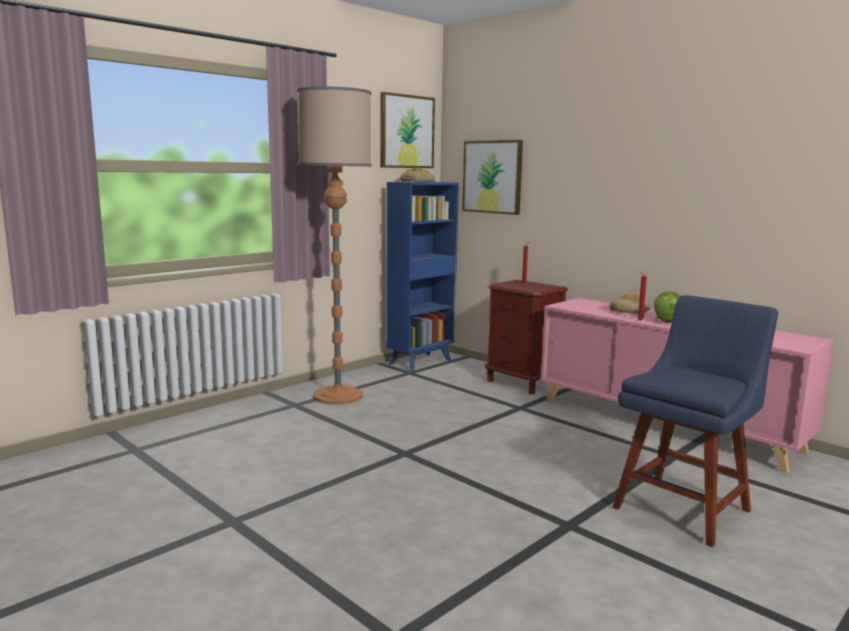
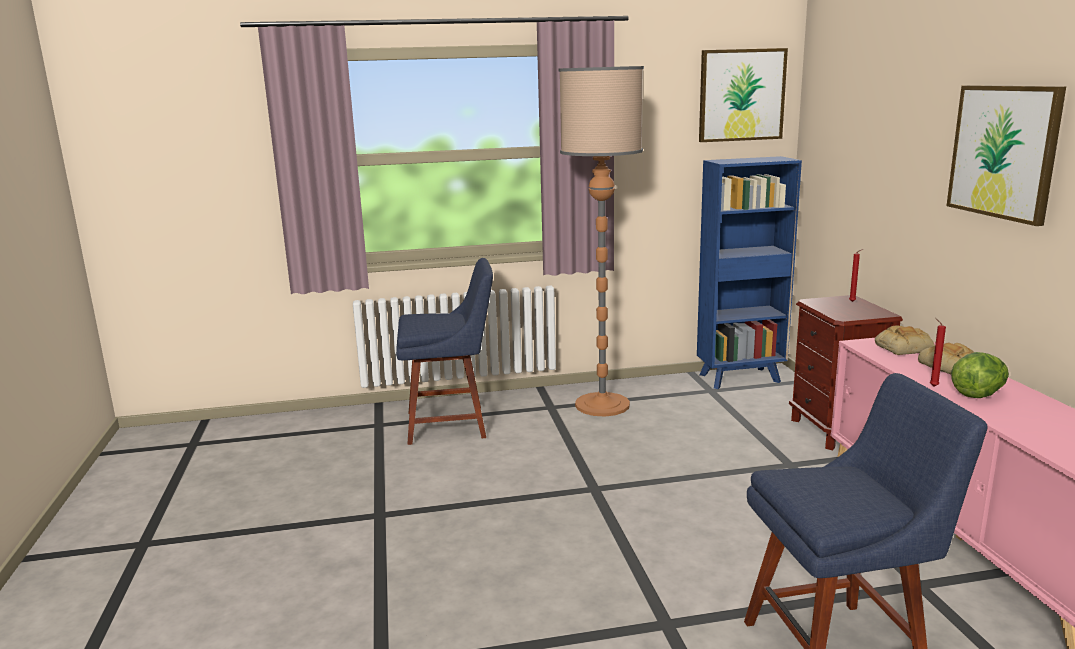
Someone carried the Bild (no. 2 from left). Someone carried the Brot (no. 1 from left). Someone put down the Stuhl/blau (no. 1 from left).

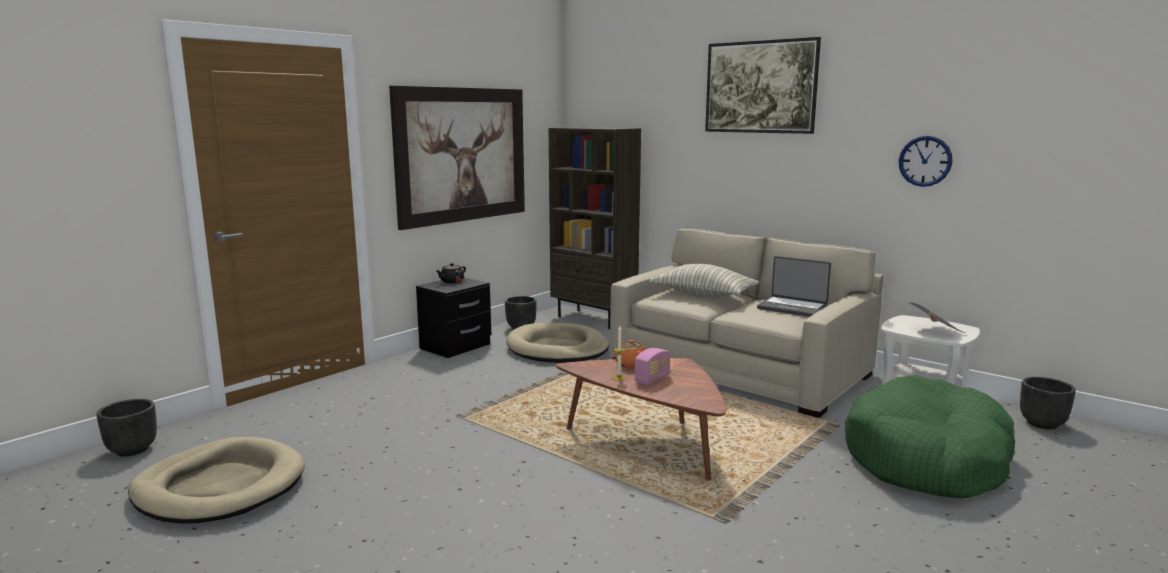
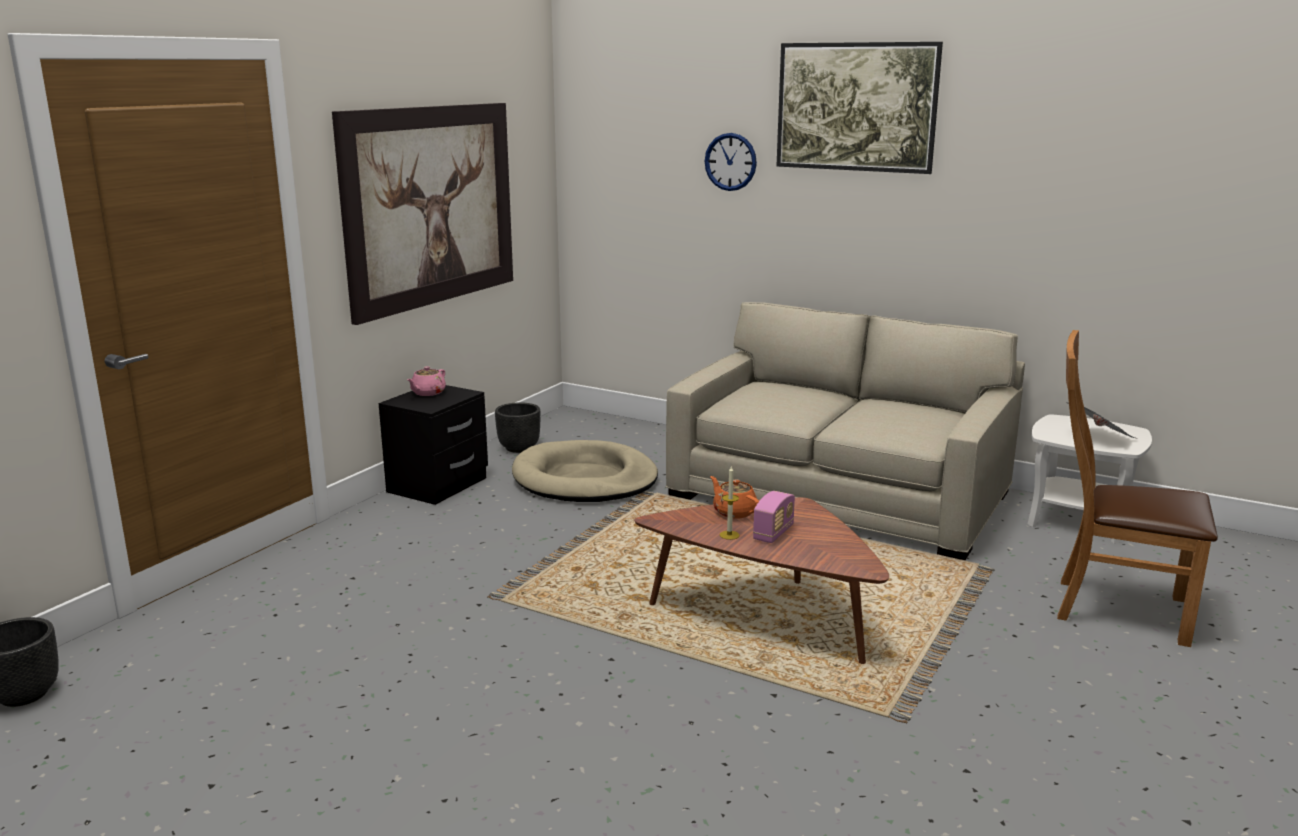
Someone took away the Bücherregal/braun. Someone carried the Wanduhr. Someone took away the Laptop. Someone repainted the Teekanne/schwarz, which became the Teekanne/rosa. Someone took away the Kissen. Someone swapped the Hundebett/grün for the Stuhl/braun. Someone took away the Pflanzkübel/schwarz (no. 3 from left). Someone took away the Hundebett/beige (no. 1 from left).

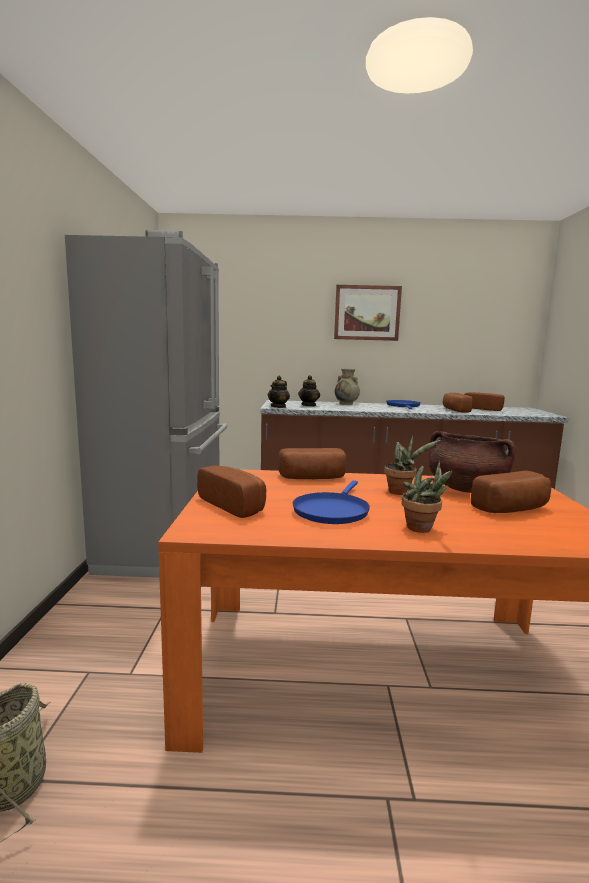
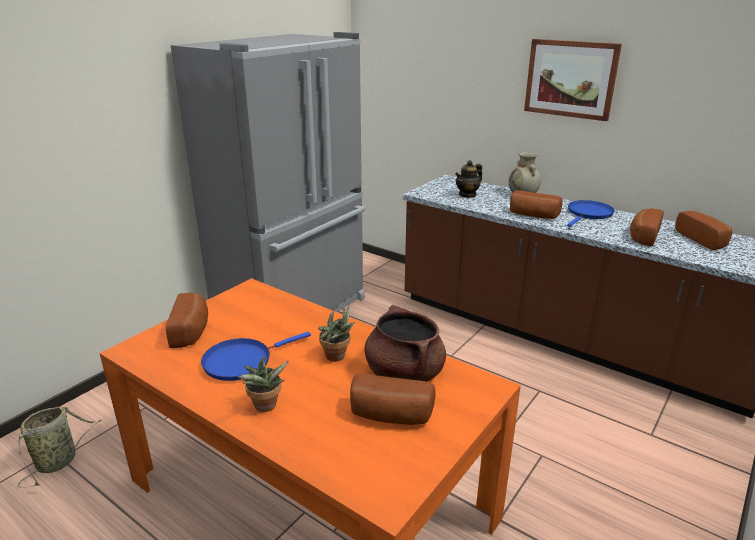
Someone took away the Teekanne (no. 1 from left). Someone carried the Brot (no. 2 from left in the first image).

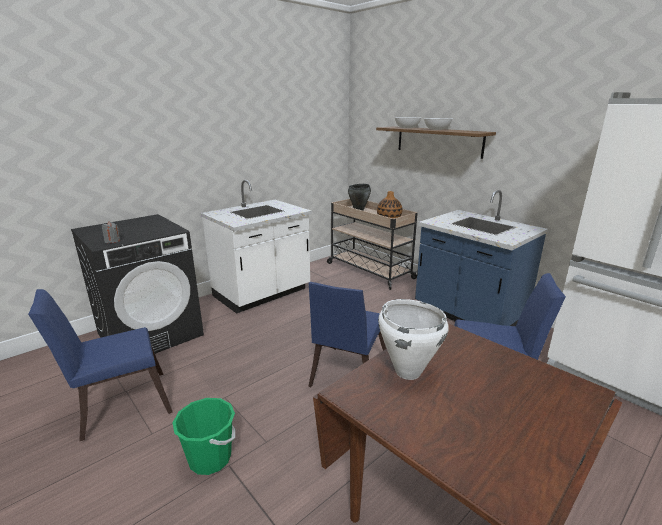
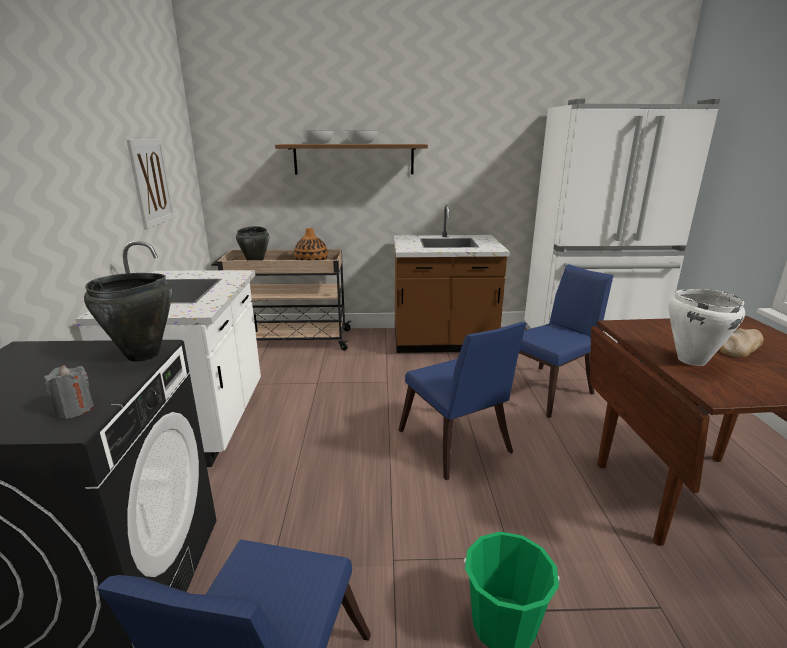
Someone repainted the Küchenzeile/blau, which became the Küchenzeile/braun. Someone put up the Bild. Someone put down the Kochtopf/schwarz (no. 1 from left). Someone put down the Brot.

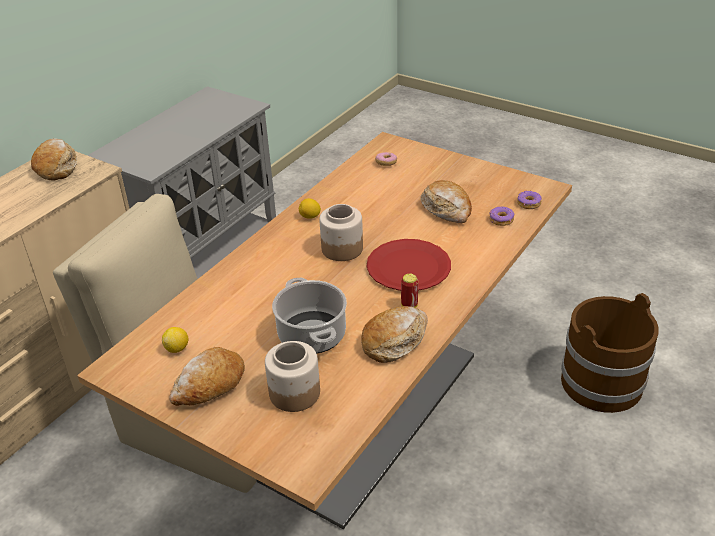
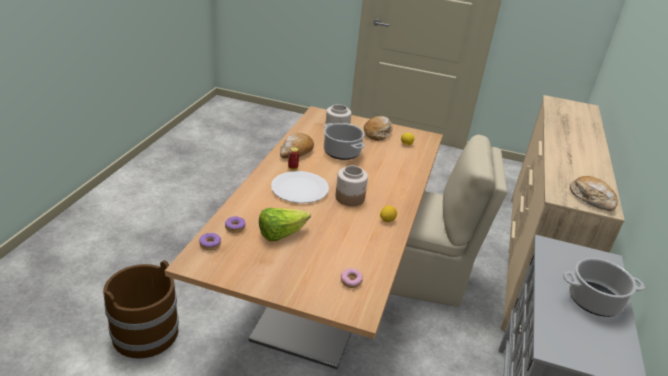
Someone swapped the Brot (no. 4 from left) for the Salatkopf. Someone repainted the Teller/rot, which became the Teller/weiß. Someone put down the Kochtopf (no. 2 from left).

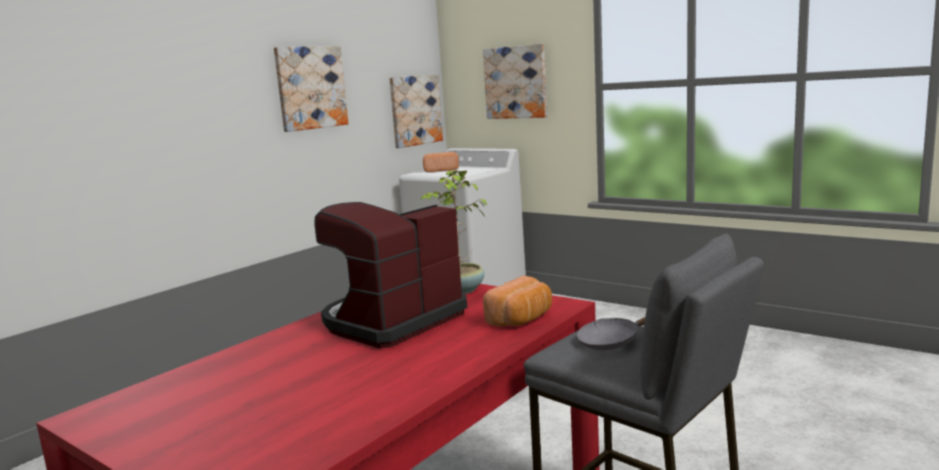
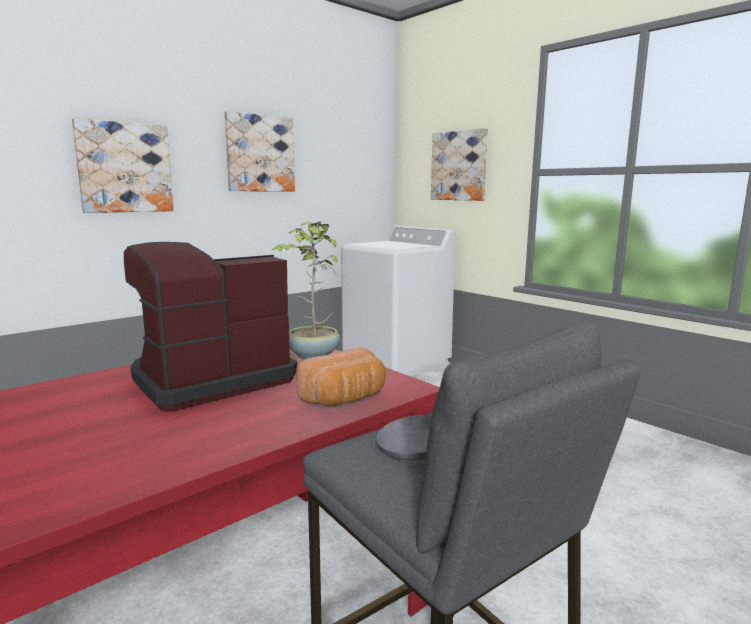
Someone carried the Bild (no. 2 from left in the first image). Someone took away the Brot (no. 1 from left).

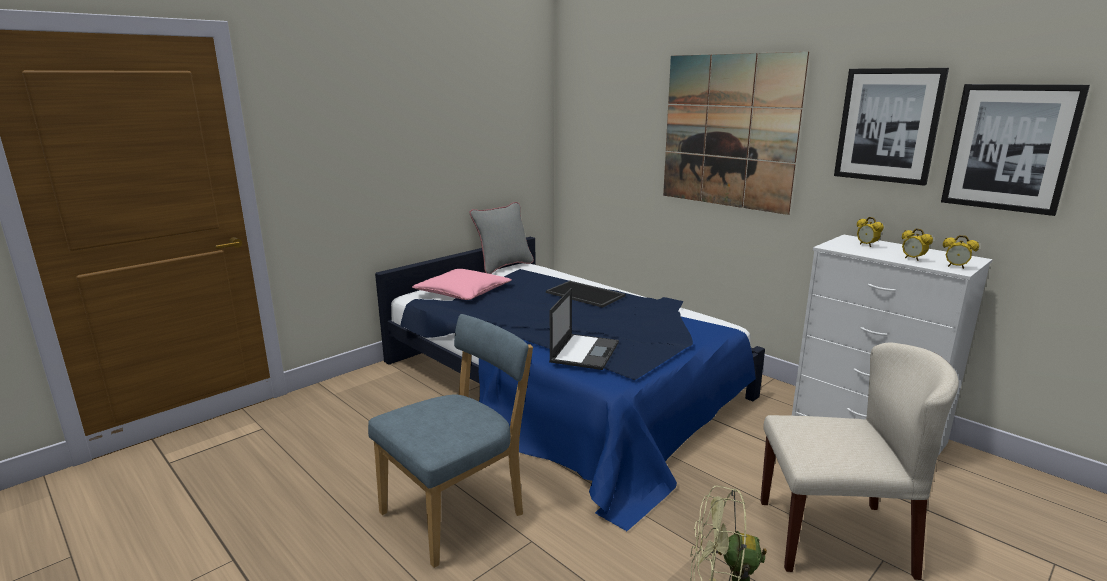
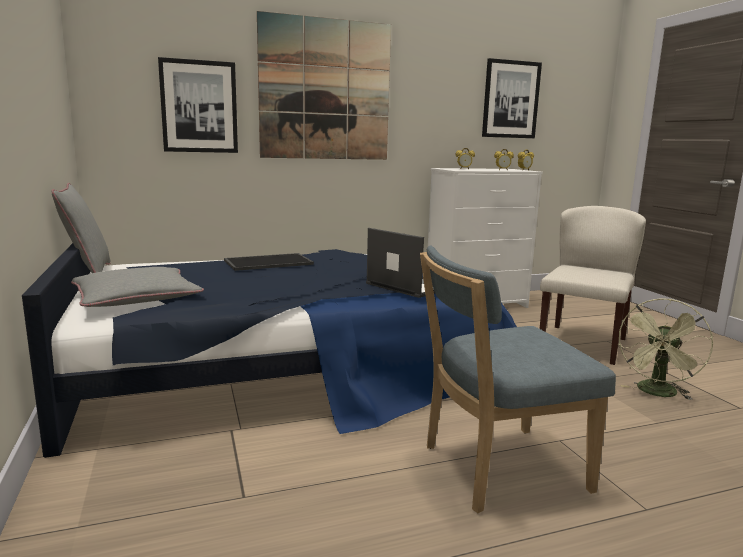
Someone carried the Bild (no. 2 from left in the first image). Someone repainted the Kissen/rosa, which became the Kissen/grau (no. 2 from left). Someone rotated the Stuhl/blau by 90 degrees counterclockwise.

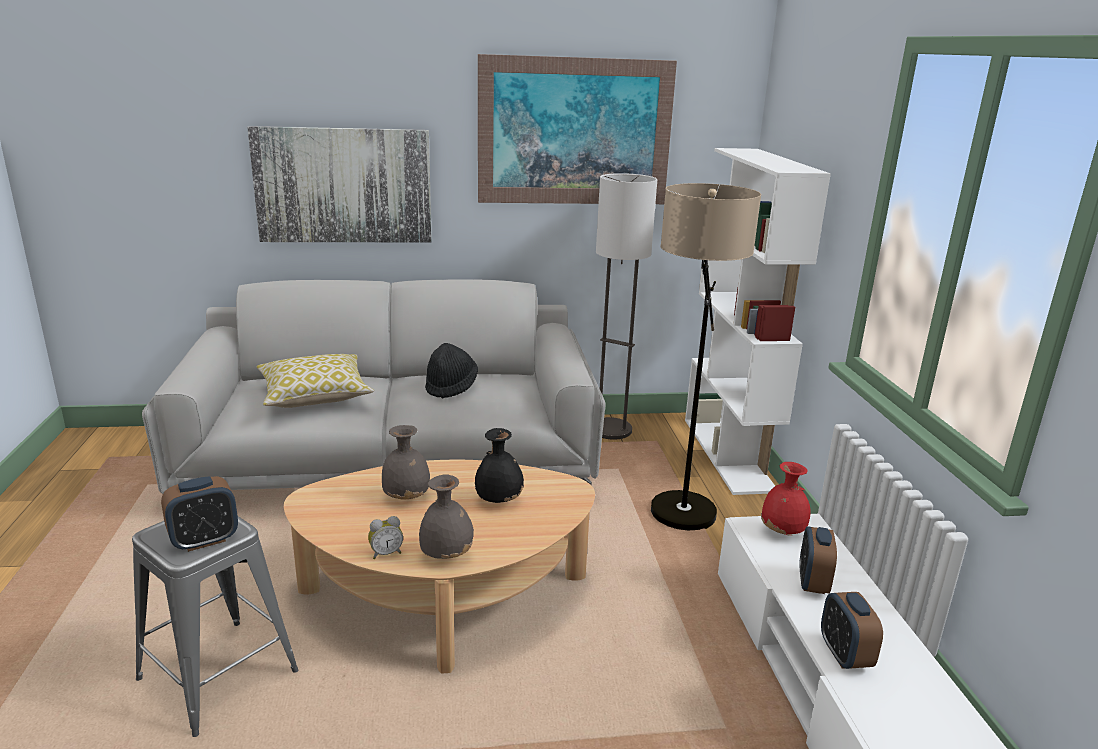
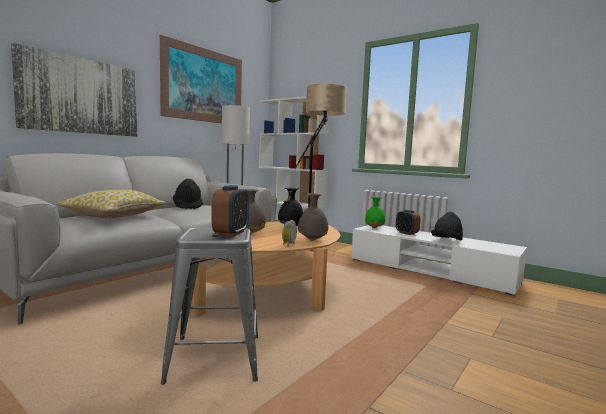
Someone repainted the Vase/rot, which became the Vase/grün. Someone swapped the Wecker (no. 4 from left) for the Hut/schwarz (no. 2 from left).

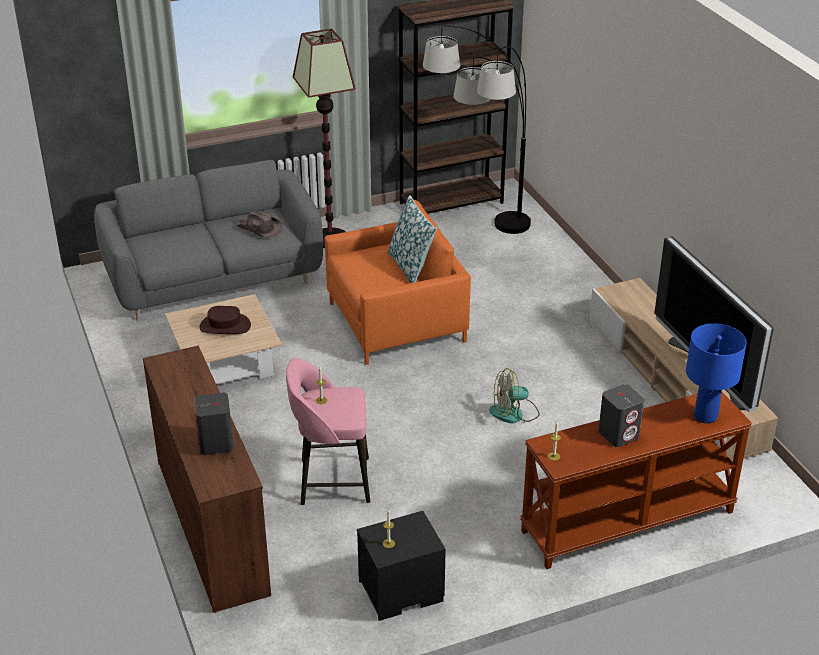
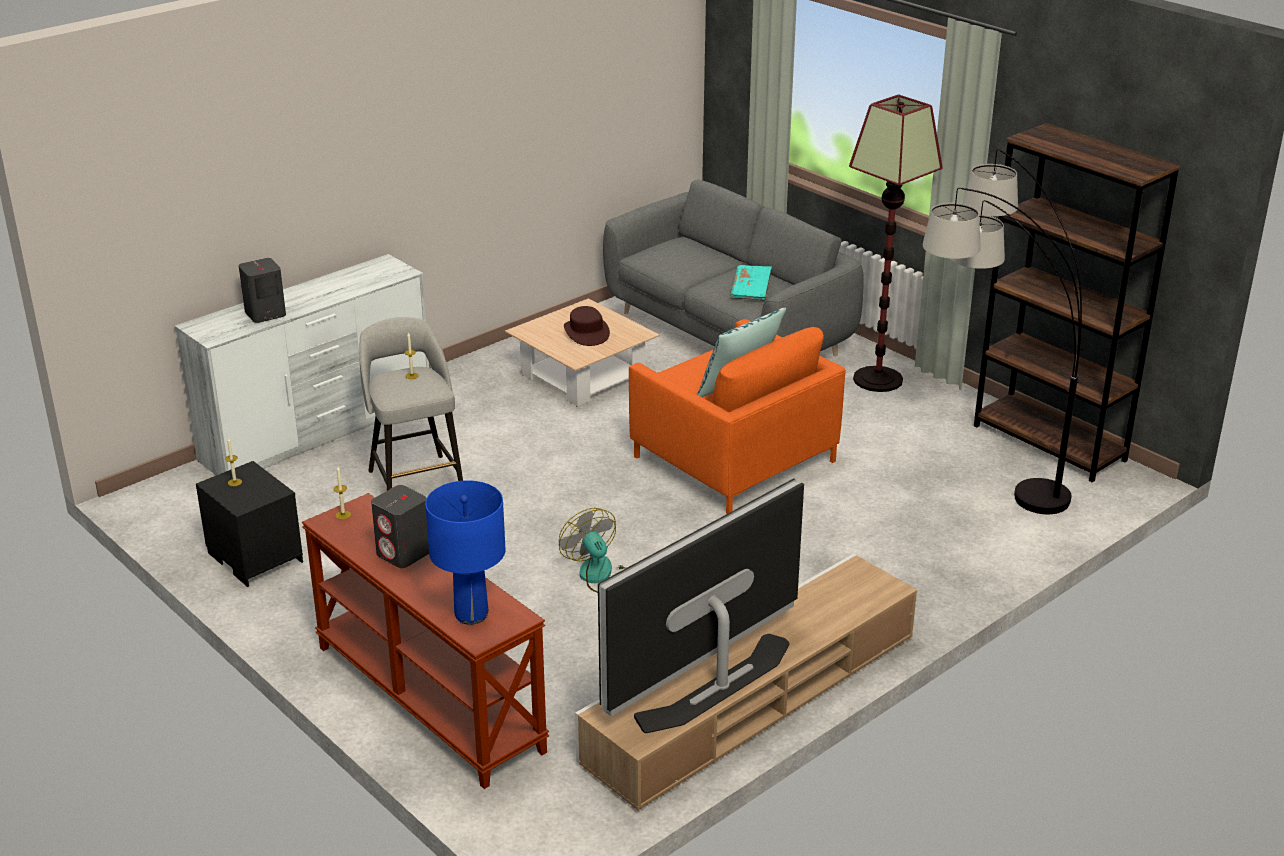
Someone swapped the Hut/braun (no. 2 from left) for the Buch/türkis. Someone repainted the Kommode/braun, which became the Kommode/weiß. Someone repainted the Hocker/rosa, which became the Hocker/grau.

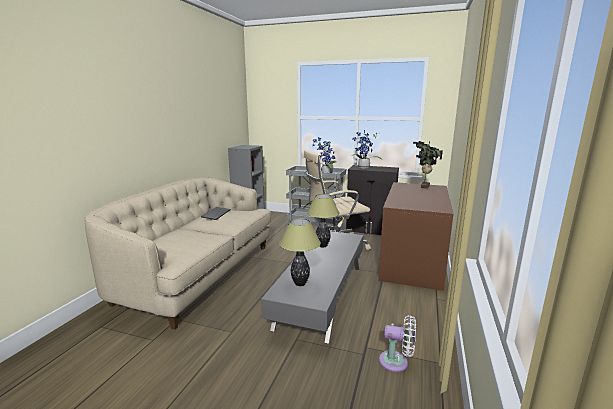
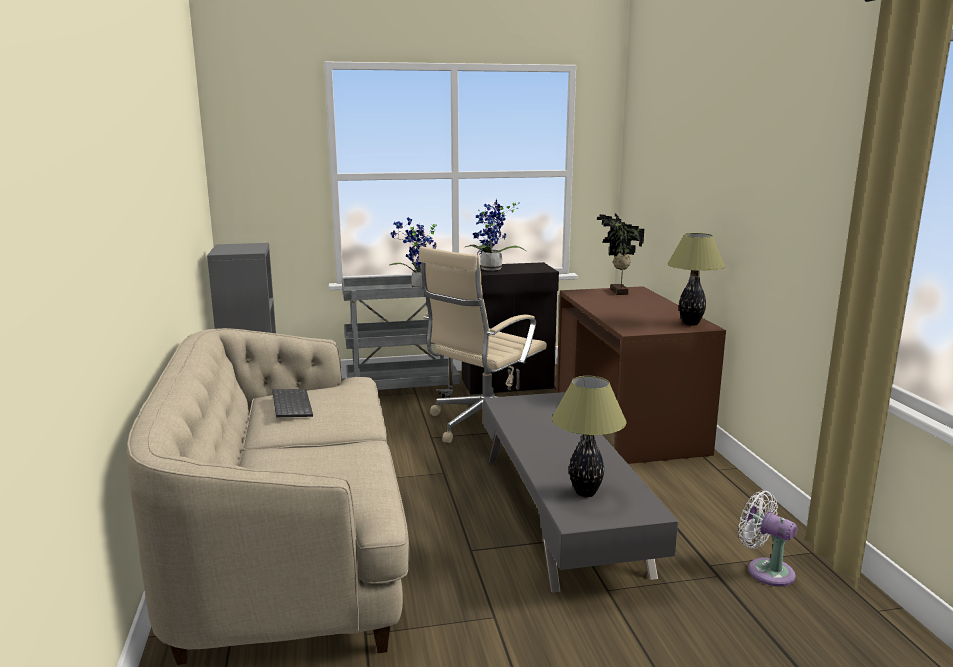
Someone carried the Tischlampe (no. 2 from left). Someone rotated the Ventilator/weiß by 120 degrees counterclockwise.

